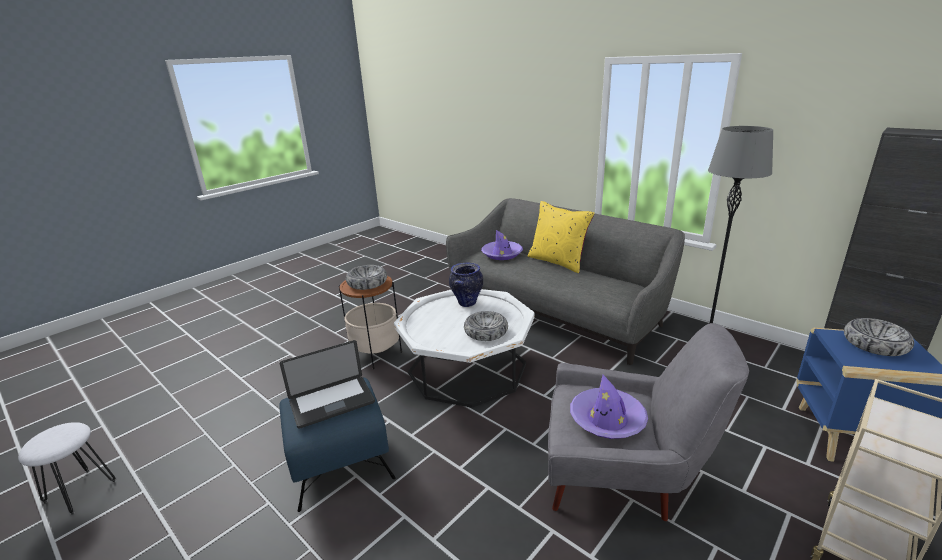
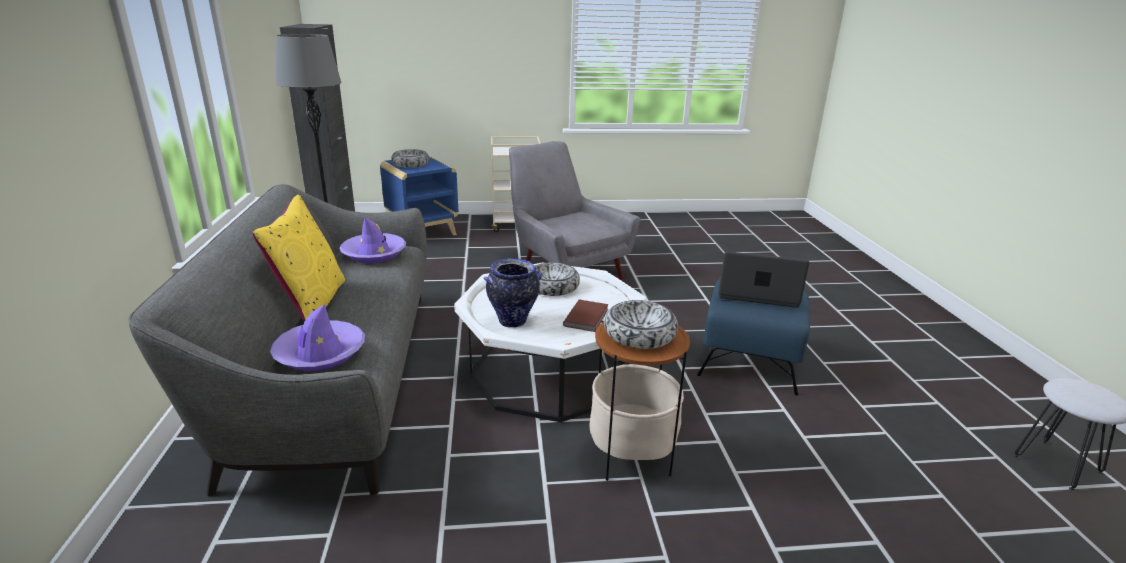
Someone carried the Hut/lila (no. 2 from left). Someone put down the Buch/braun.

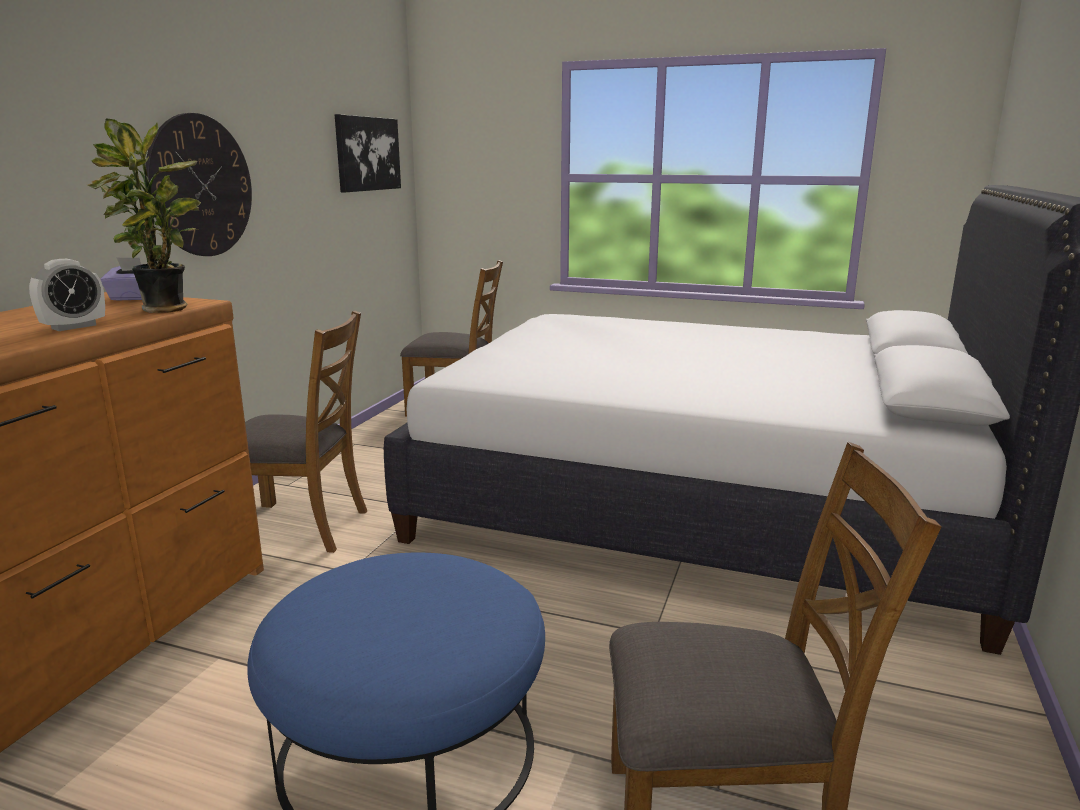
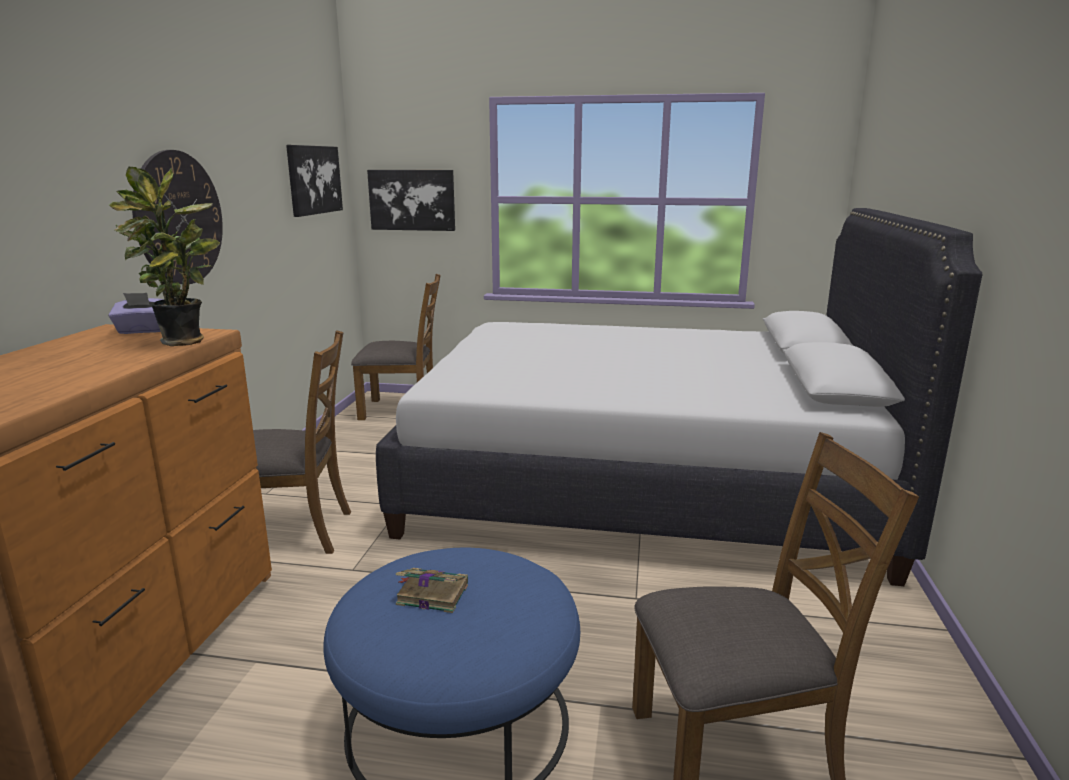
Someone took away the Wecker. Someone put up the Bild (no. 2 from left). Someone put down the Buch.

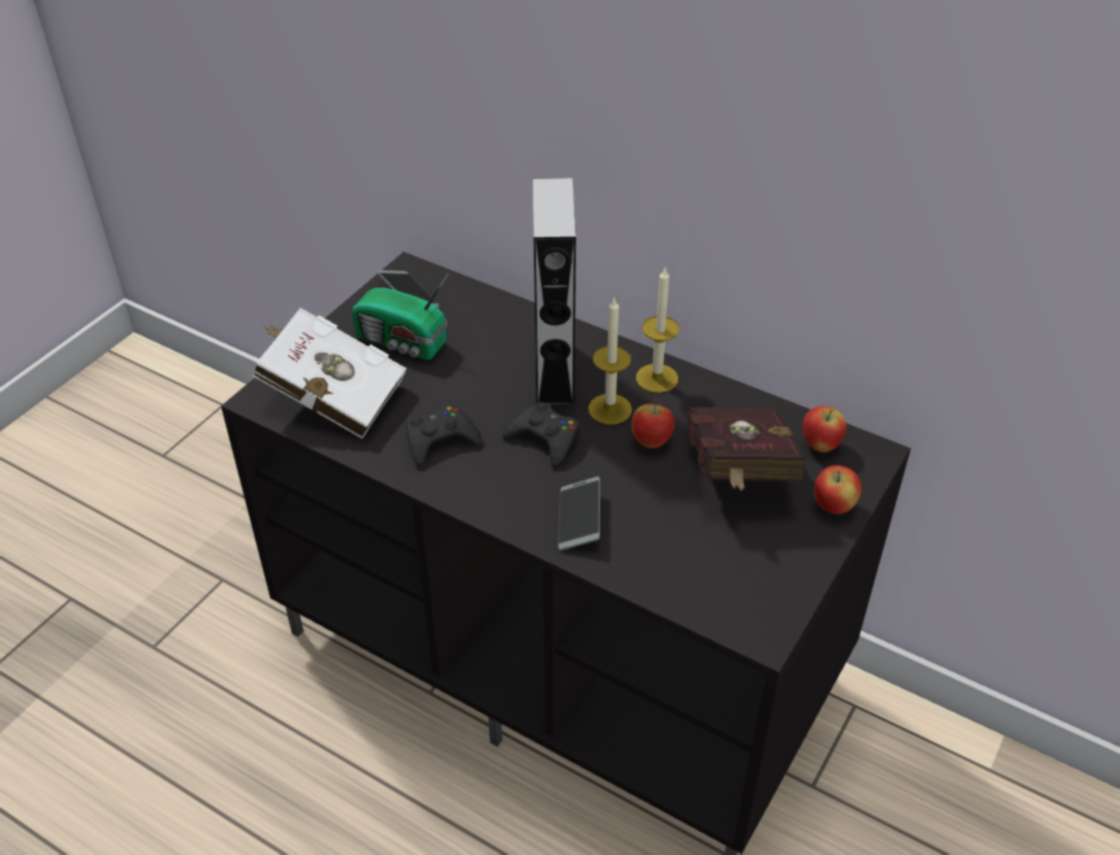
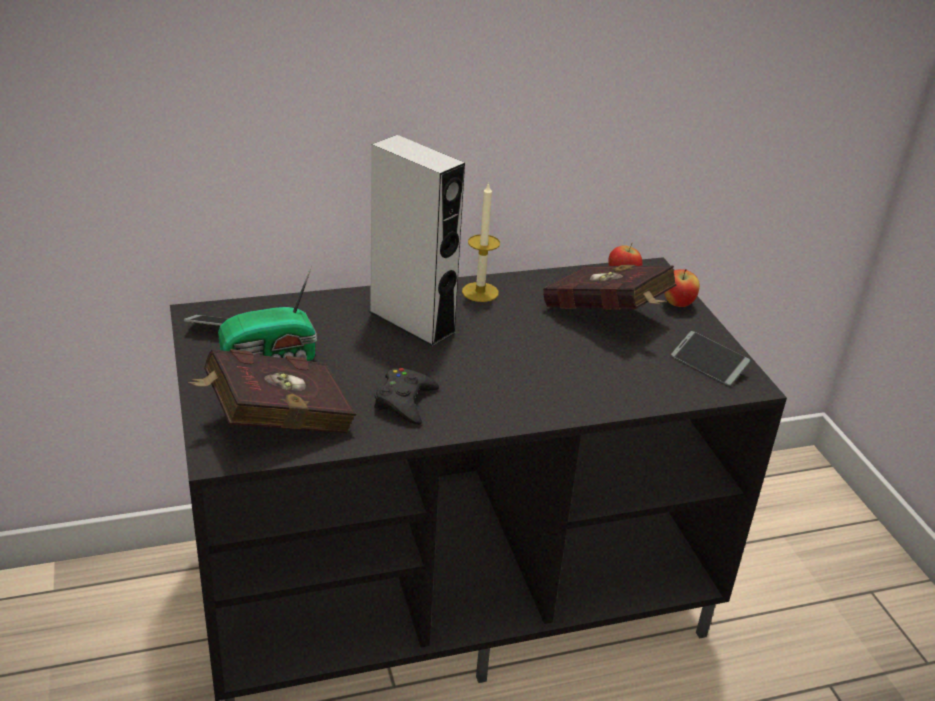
Someone took away the Kerze (no. 1 from left). Someone repainted the Buch/weiß, which became the Buch/rot (no. 1 from left). Someone took away the Apfel (no. 1 from left). Someone took away the Gamepad/schwarz (no. 2 from left). Someone carried the Handy (no. 2 from left).

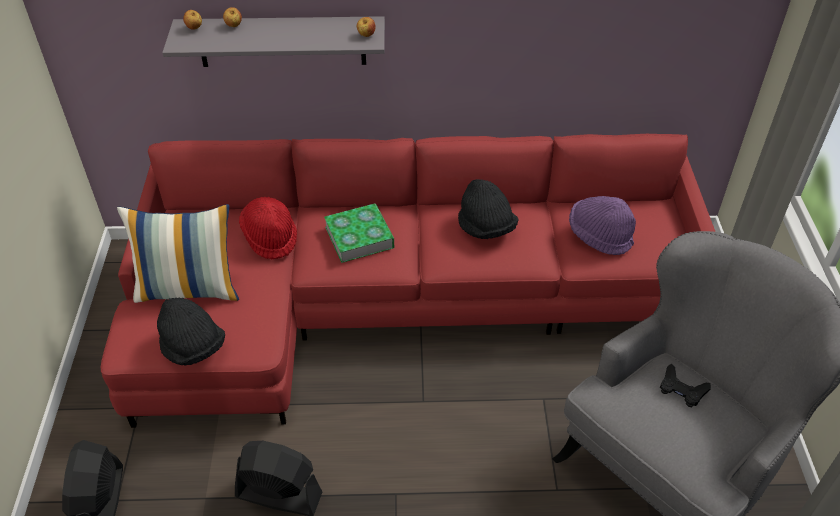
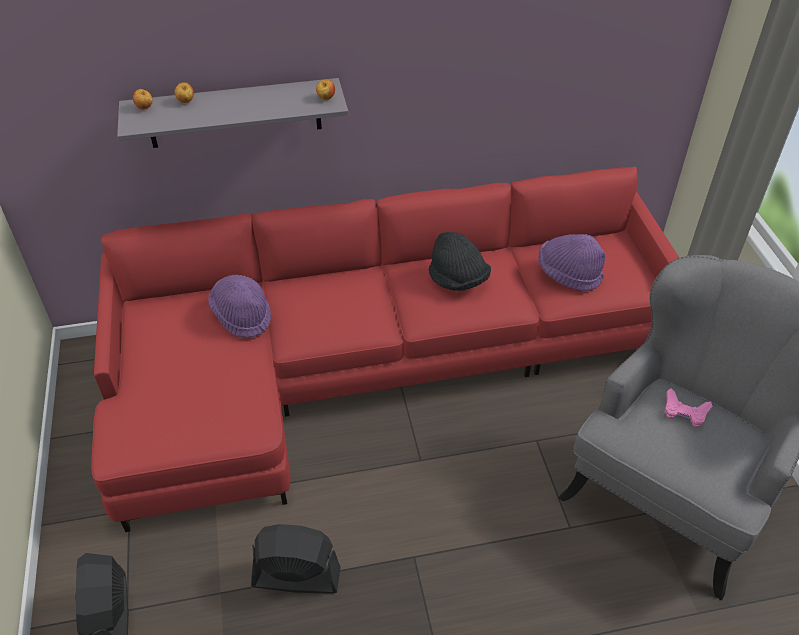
Someone repainted the Hut/rot, which became the Hut/lila (no. 1 from left). Someone took away the Buch. Someone took away the Kissen. Someone took away the Hut/schwarz (no. 1 from left). Someone repainted the Gamepad/schwarz, which became the Gamepad/rosa.

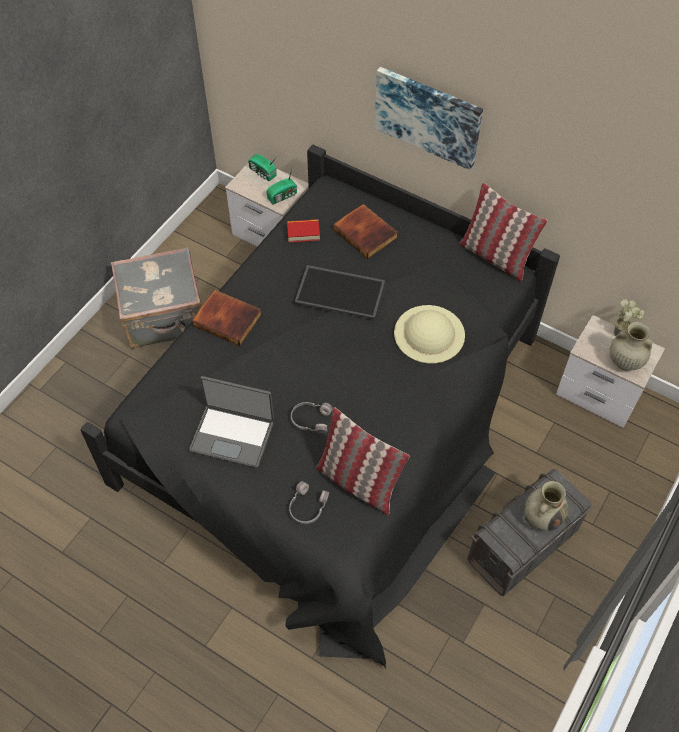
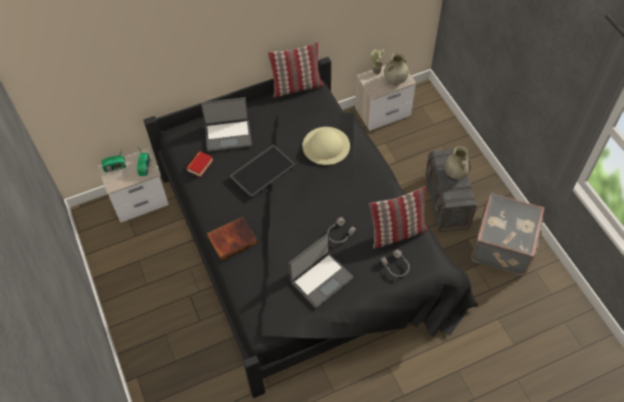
Someone took away the Bild. Someone swapped the Buch (no. 3 from left) for the Laptop (no. 1 from left). Someone carried the Koffer/grau.

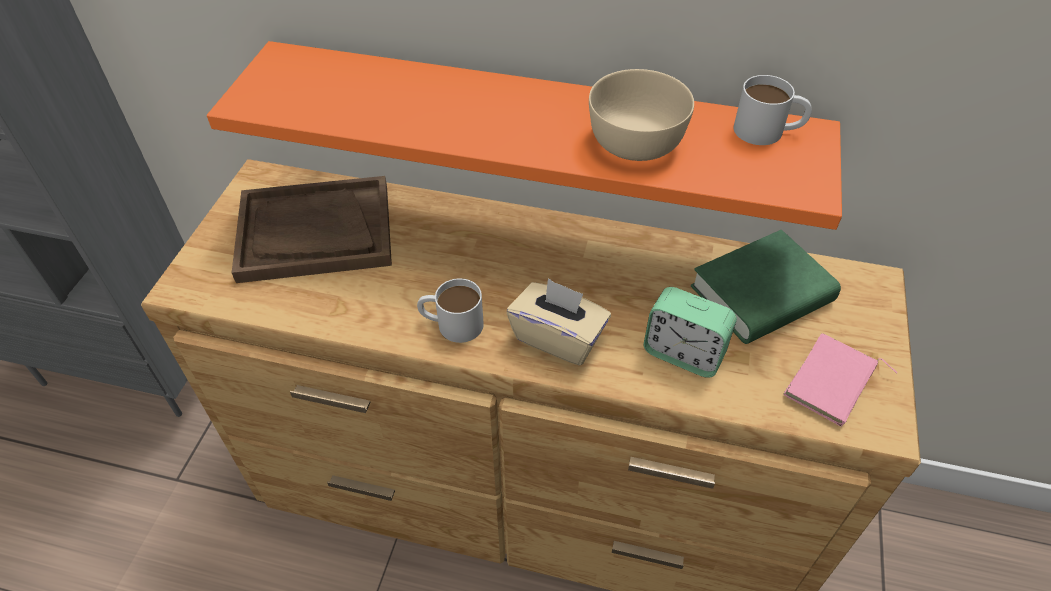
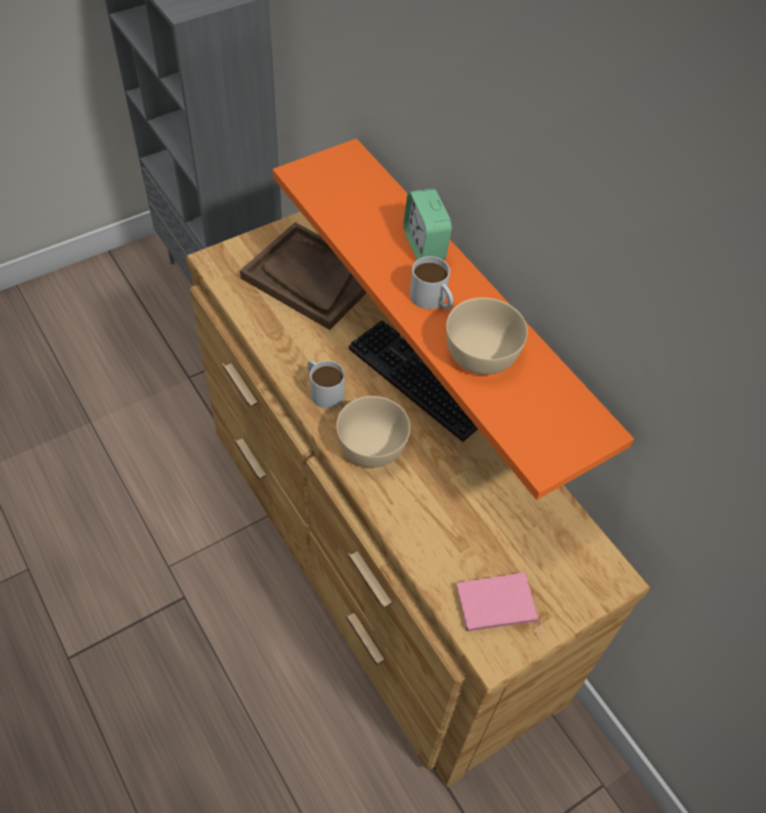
Someone carried the Henkelbecher/weiß (no. 2 from left). Someone took away the Buch/grün. Someone swapped the Taschentuchbox/beige for the Schüssel/beige (no. 1 from left). Someone carried the Wecker. Someone put down the Tastatur.

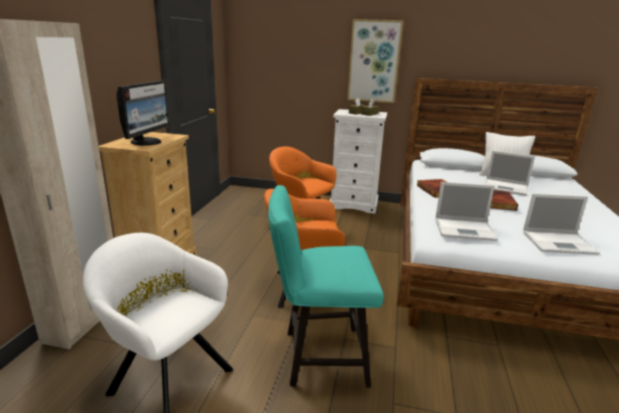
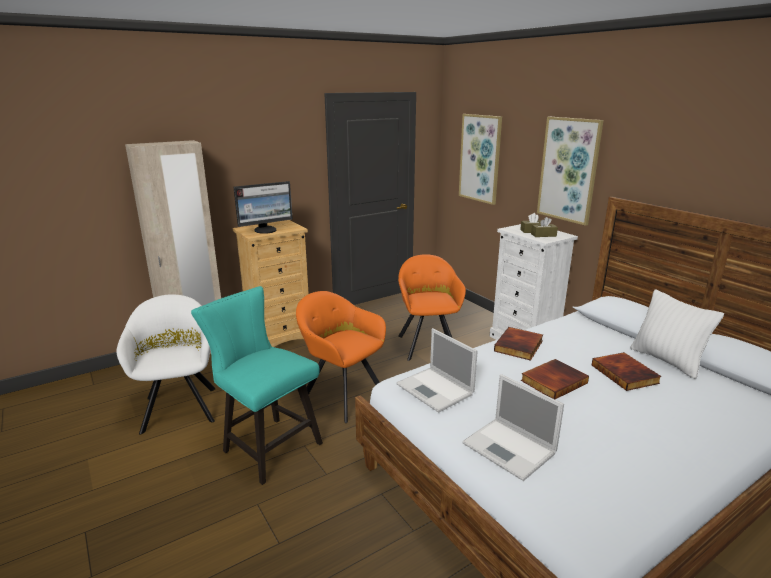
Someone swapped the Laptop (no. 2 from left) for the Buch (no. 3 from left). Someone put up the Bild (no. 1 from left).

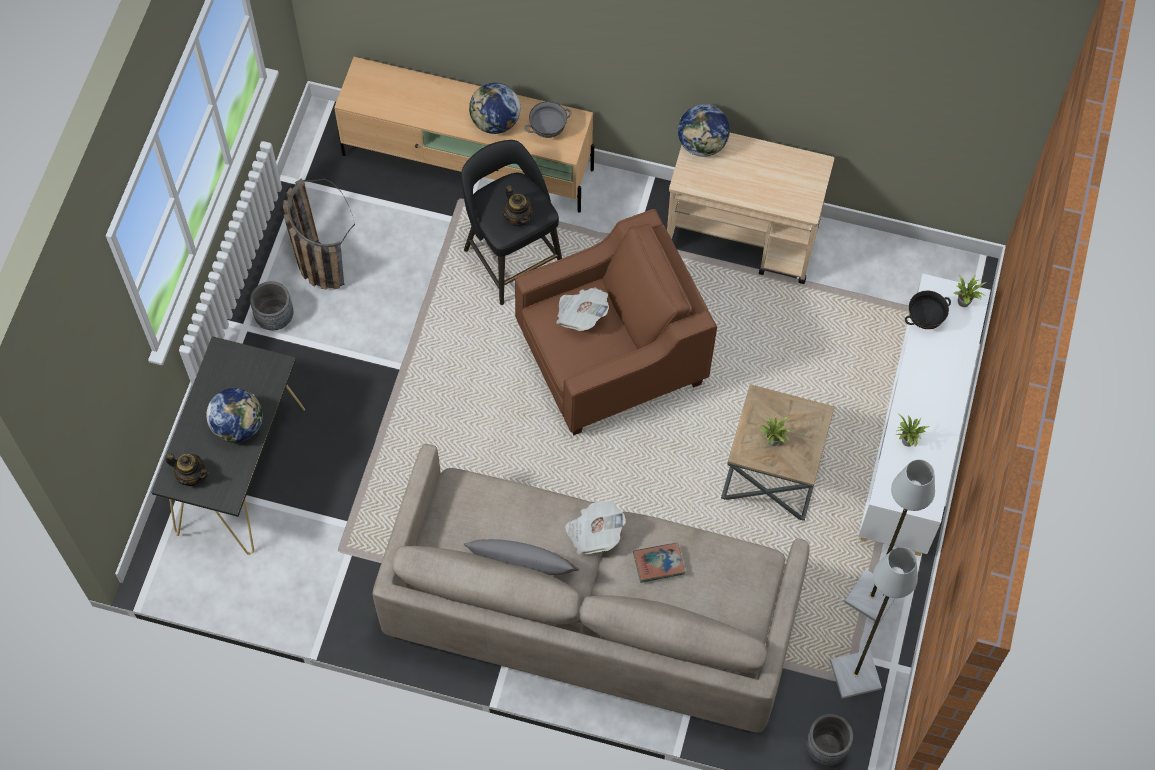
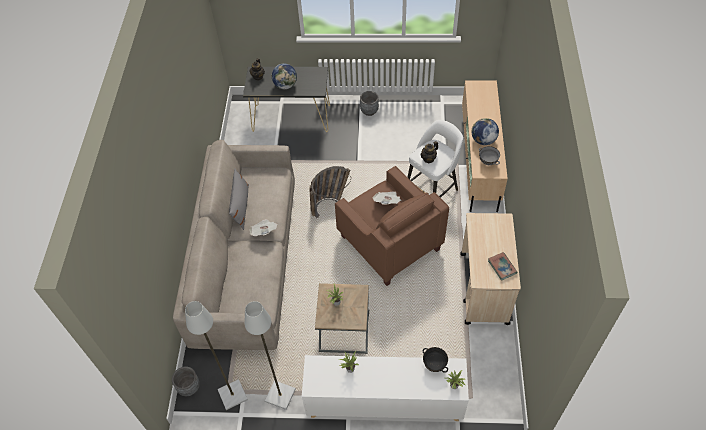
Someone took away the Globus (no. 3 from left). Someone repainted the Hocker/schwarz, which became the Hocker/weiß. Someone carried the Korb. Someone carried the Buch.

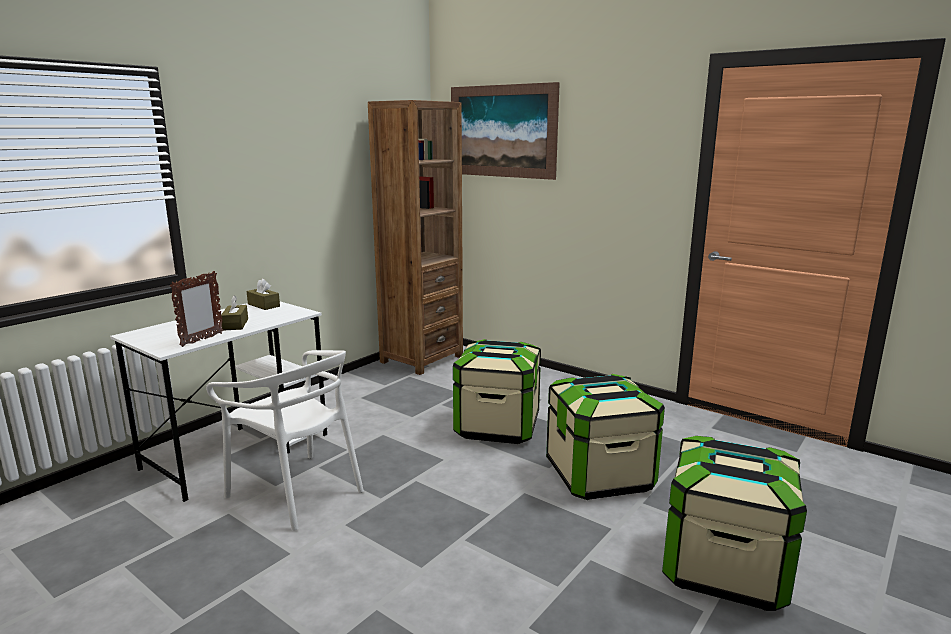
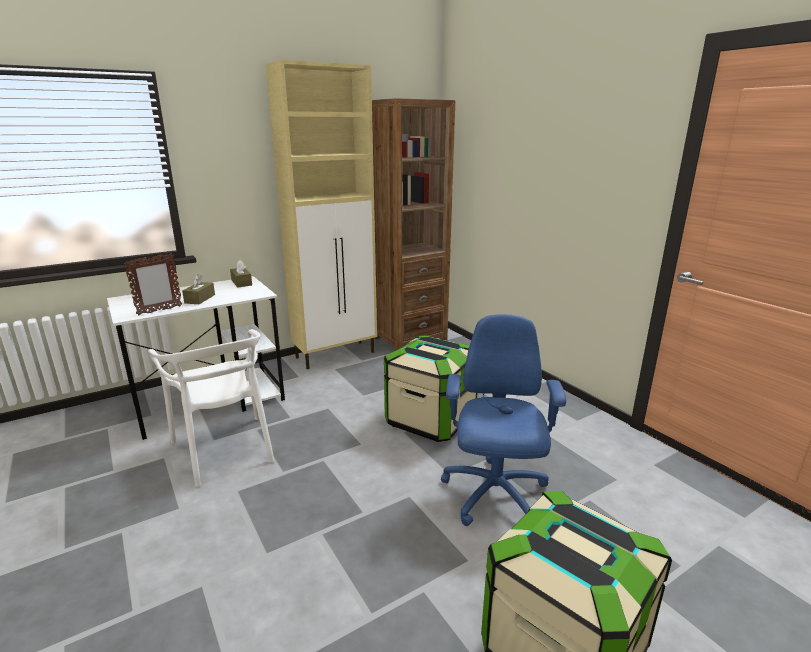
Someone took away the Bild. Someone swapped the Aufbewahrungsbox (no. 2 from left) for the Bürostuhl/blau. Someone put down the Schrank/beige.

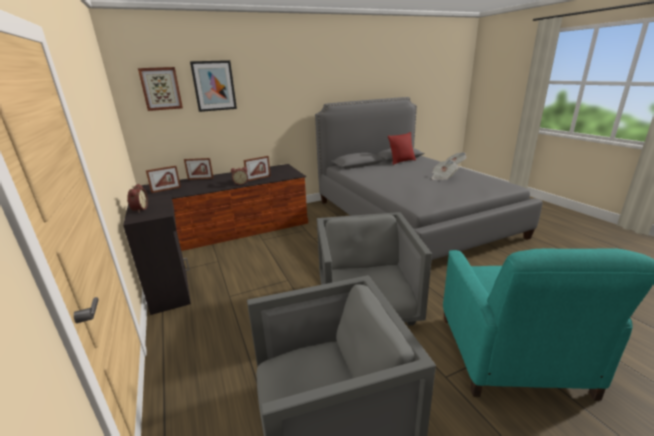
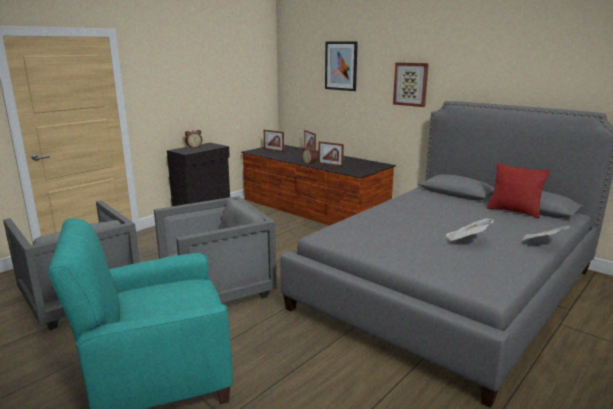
Someone carried the Bild (no. 1 from left in the first image).

